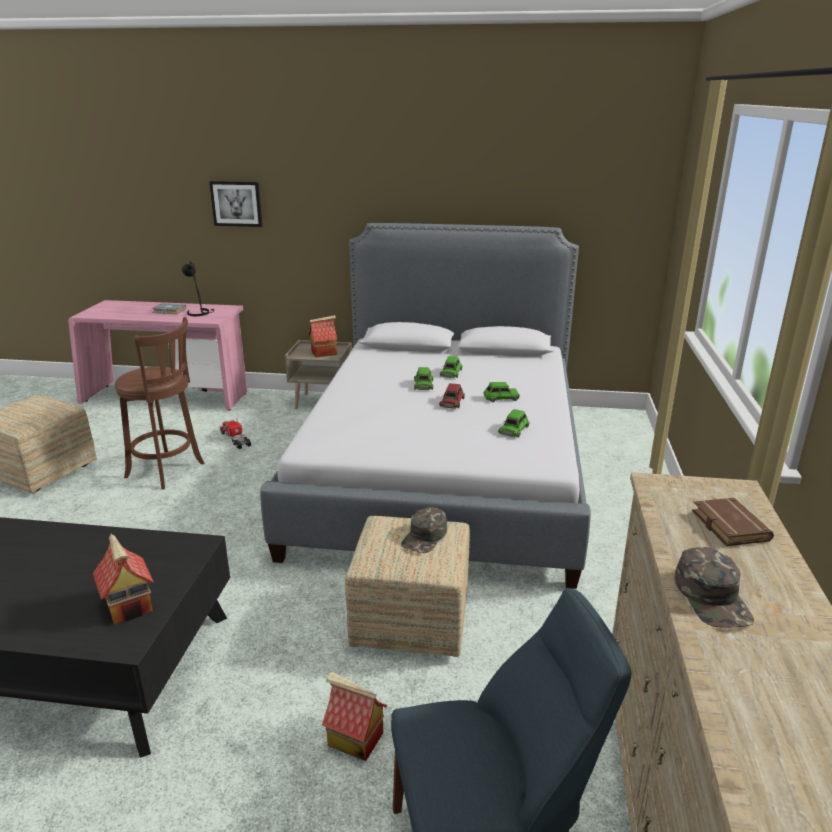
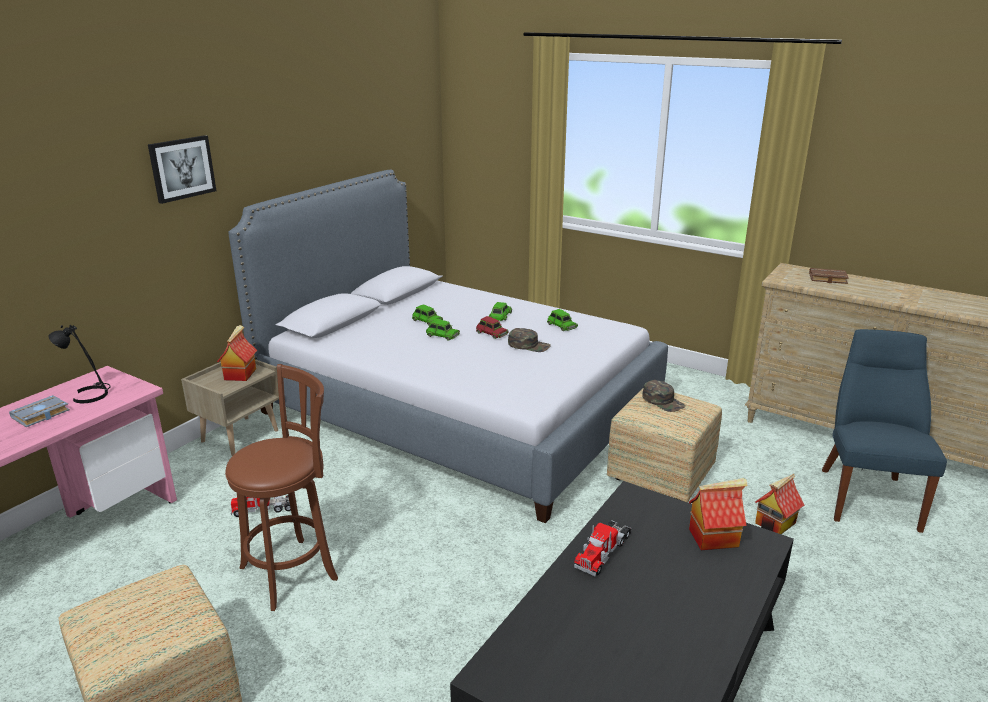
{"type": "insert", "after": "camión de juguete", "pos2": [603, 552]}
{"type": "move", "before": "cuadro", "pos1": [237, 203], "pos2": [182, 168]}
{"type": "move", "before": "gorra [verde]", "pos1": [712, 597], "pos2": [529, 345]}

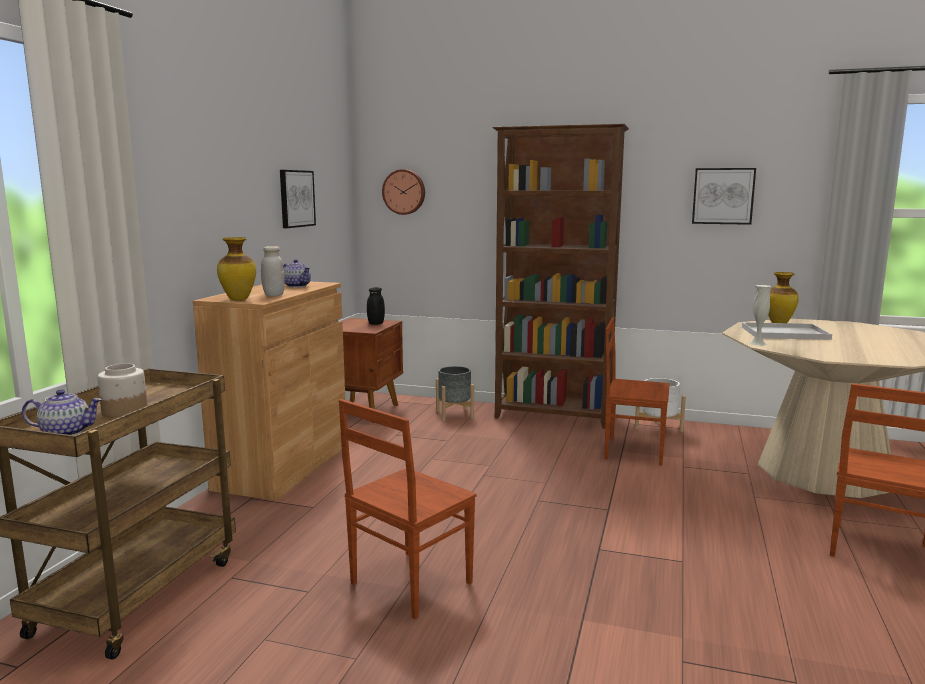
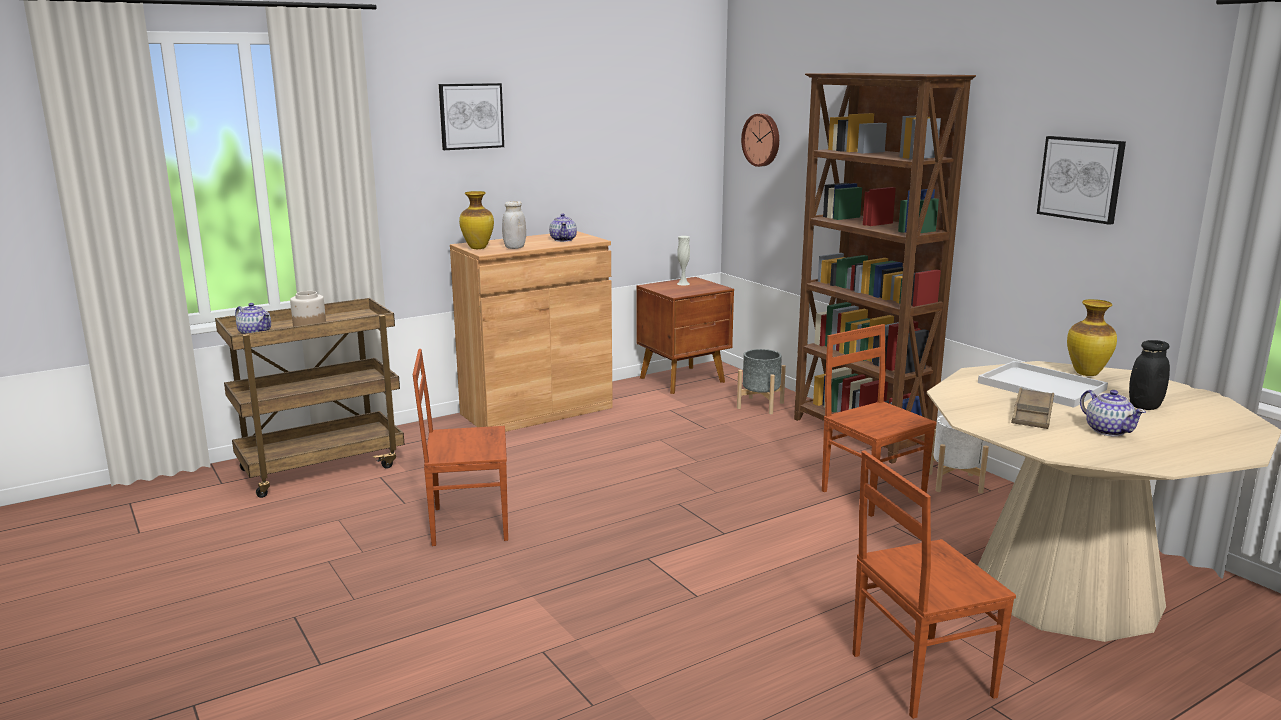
{"type": "insert", "after": "bandeja [marrón]", "pos2": [1032, 414]}
{"type": "insert", "after": "tetera", "pos2": [1108, 430]}
{"type": "move", "before": "cuadro", "pos1": [296, 198], "pos2": [471, 116]}
{"type": "move", "before": "tarro [negro]", "pos1": [376, 323], "pos2": [1144, 406]}
{"type": "move", "before": "florero [blanco]", "pos1": [757, 343], "pos2": [683, 283]}

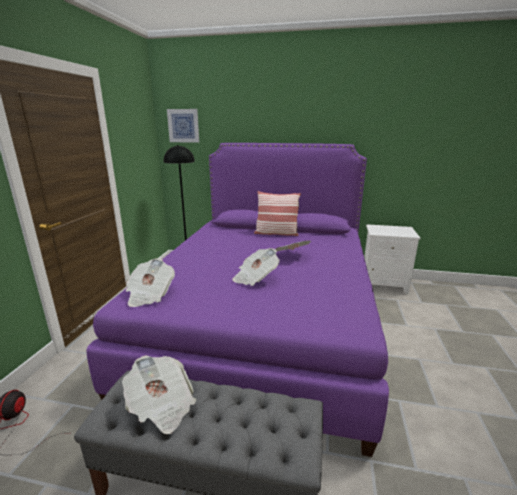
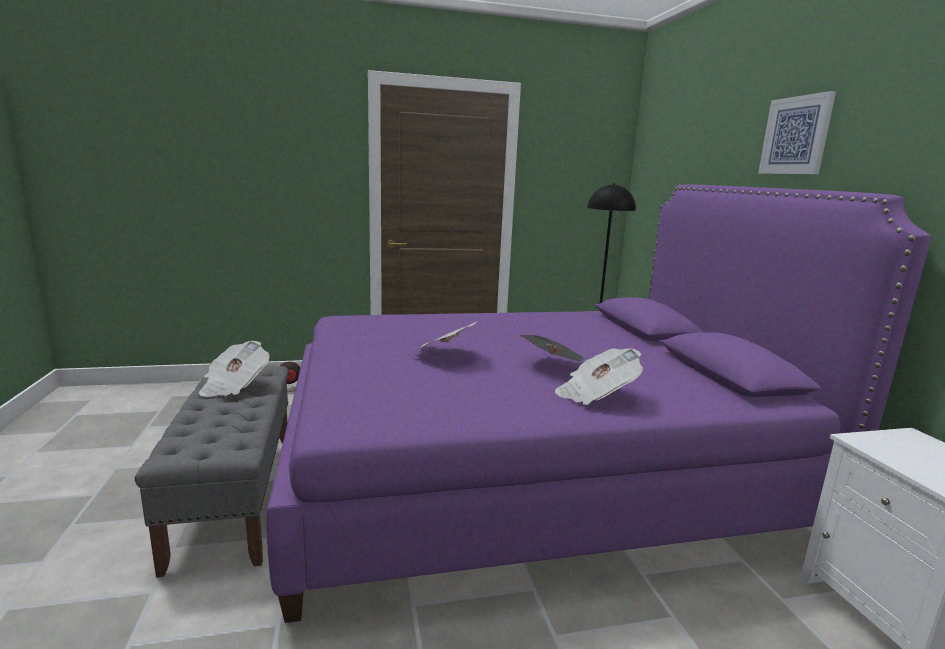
{"type": "delete", "before": "cojín", "pos1": [276, 233]}
{"type": "move", "before": "periódico", "pos1": [149, 294], "pos2": [595, 395]}
{"type": "move", "before": "cuadro", "pos1": [183, 125], "pos2": [796, 135]}

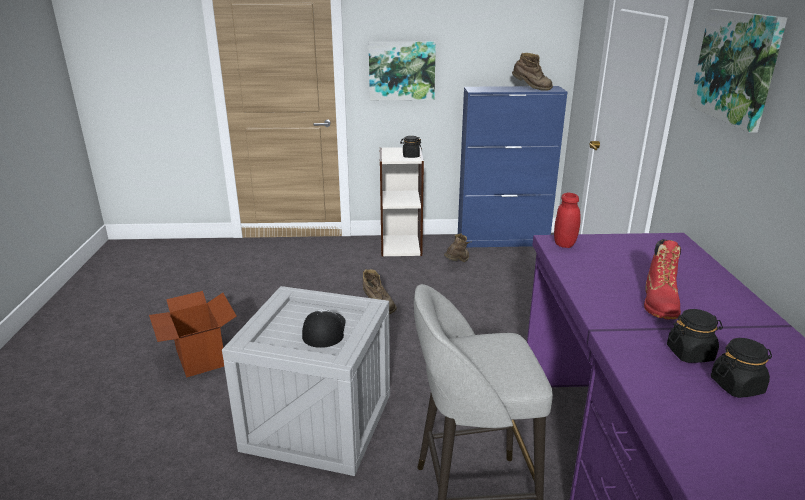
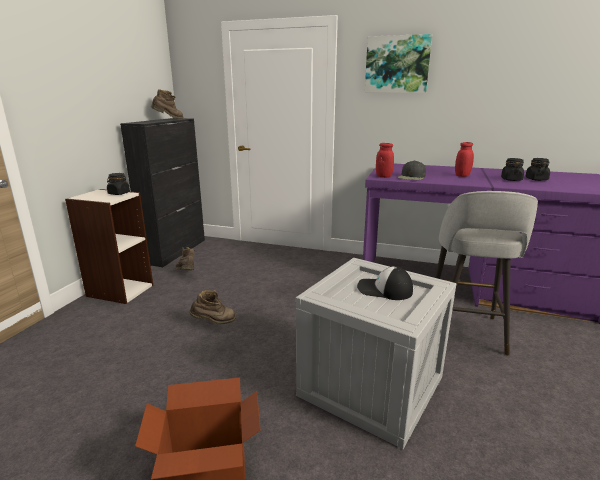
{"type": "delete", "before": "cuadro", "pos1": [402, 70]}
{"type": "insert", "after": "gorra [negro]", "pos2": [411, 177]}
{"type": "replace", "before": "bota [rojo]", "after": "tarro [rojo]", "pos1": [660, 304], "pos2": [462, 175]}
{"type": "recolor", "before": "armario [azul]", "after": "armario [negro]", "pos1": [503, 241], "pos2": [176, 251]}

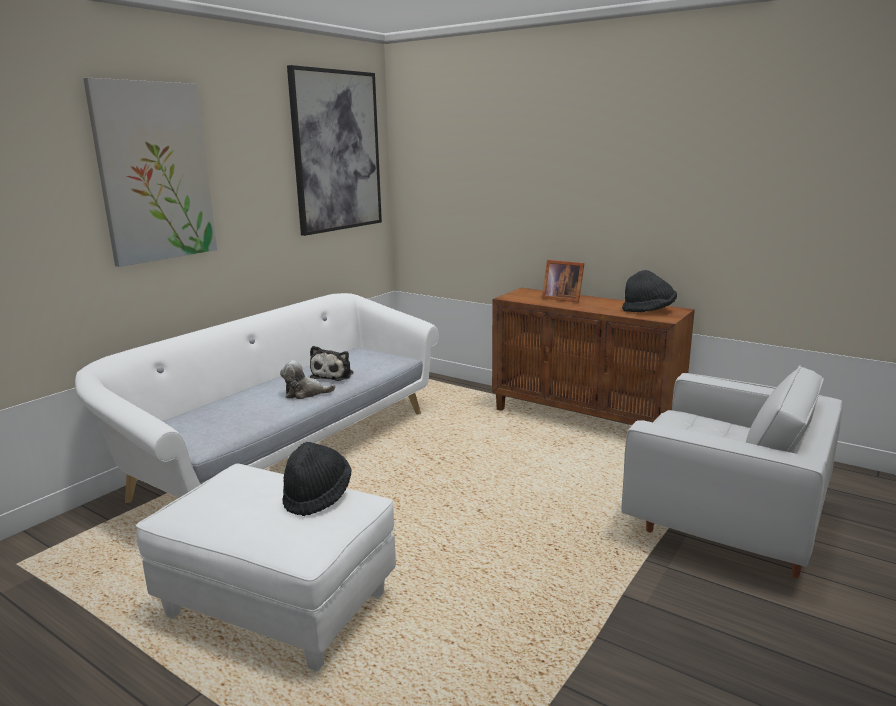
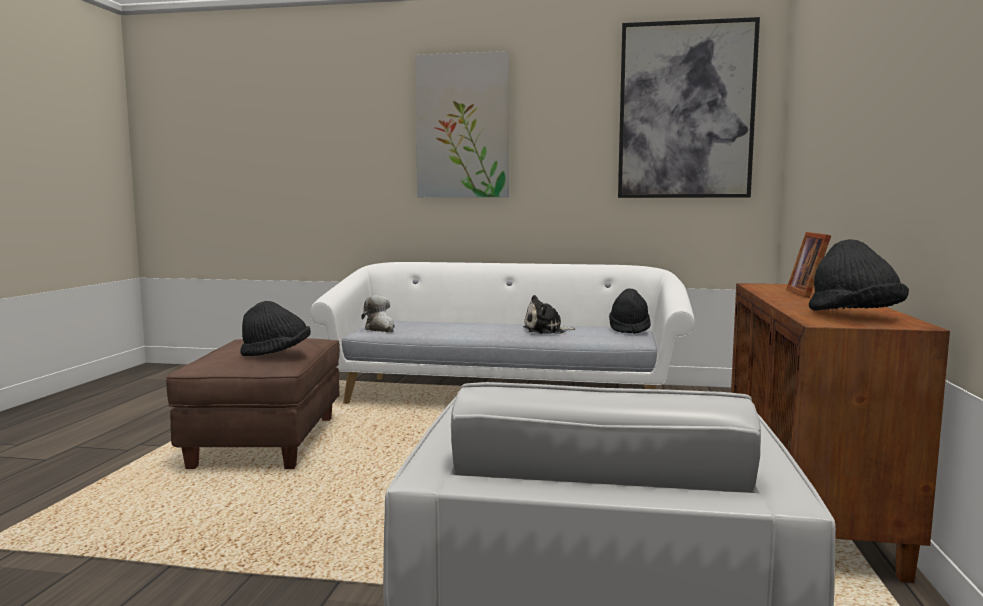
{"type": "insert", "after": "sombrero [negro]", "pos2": [629, 329]}
{"type": "move", "before": "peluche", "pos1": [305, 393], "pos2": [380, 329]}
{"type": "recolor", "before": "puf [blanco]", "after": "puf [marrón]", "pos1": [277, 605], "pos2": [266, 442]}

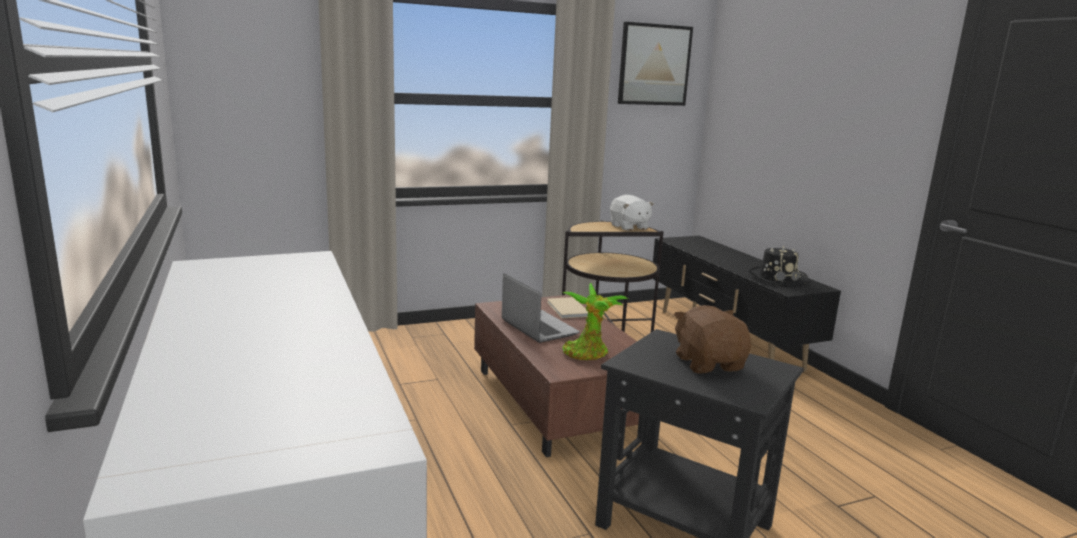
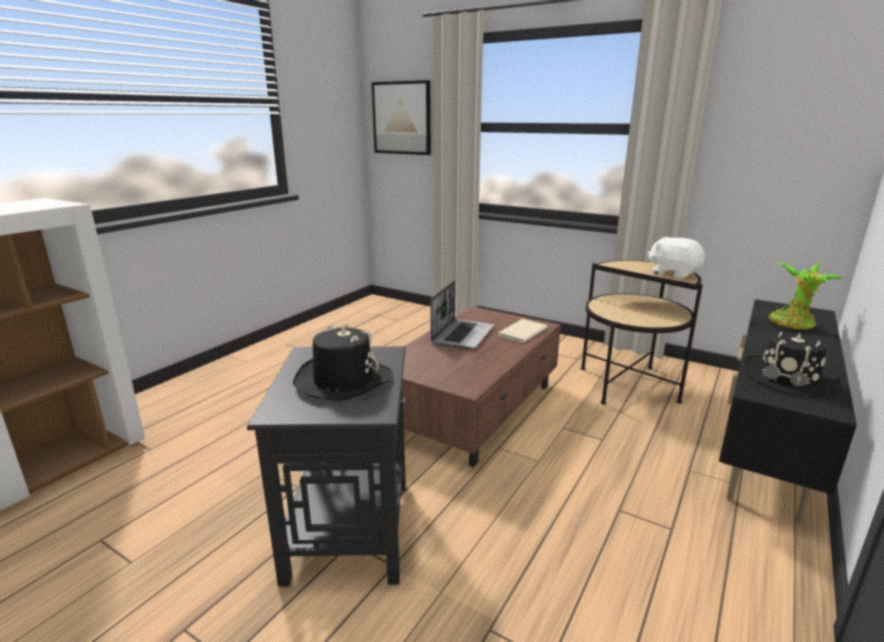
{"type": "move", "before": "planta en maceta", "pos1": [588, 354], "pos2": [793, 325]}
{"type": "move", "before": "cuadro", "pos1": [654, 65], "pos2": [402, 118]}
{"type": "replace", "before": "peluche [marrón]", "after": "sombrero [negro]", "pos1": [709, 364], "pos2": [343, 380]}
{"type": "rotate", "before": "peluche [blanco]", "pos1": [629, 227], "pos2": [673, 273], "turn": 105}

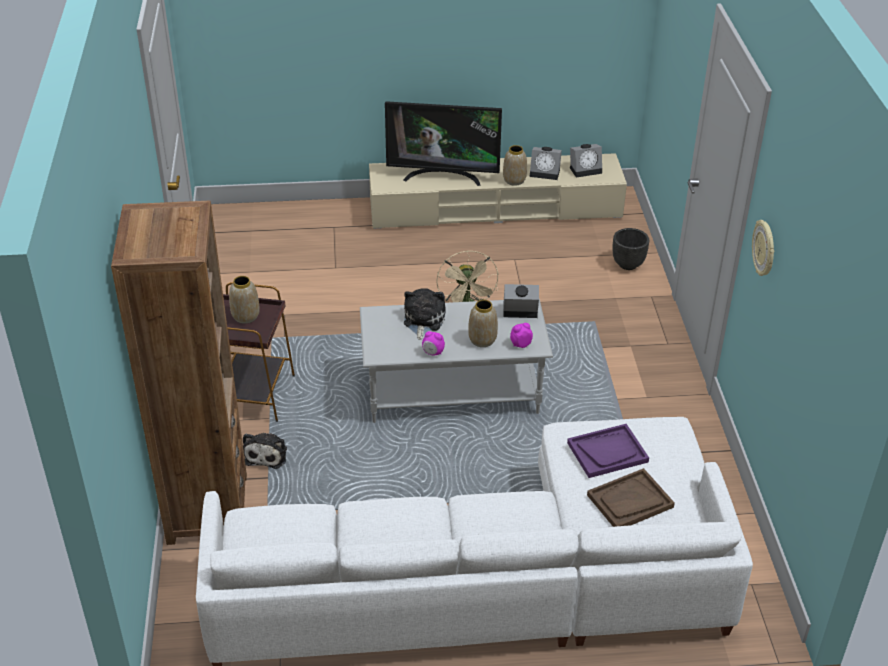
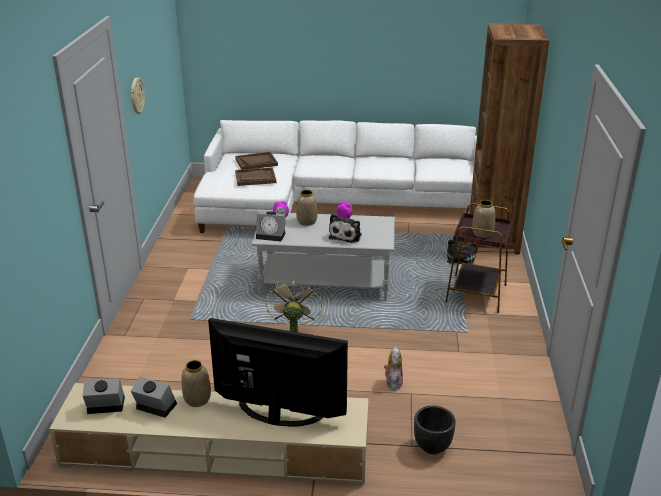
{"type": "insert", "after": "peluche", "pos2": [393, 383]}
{"type": "move", "before": "maceta [negro]", "pos1": [628, 264], "pos2": [432, 447]}
{"type": "recolor", "before": "bandeja [morado]", "after": "bandeja [marrón]", "pos1": [607, 452], "pos2": [255, 178]}

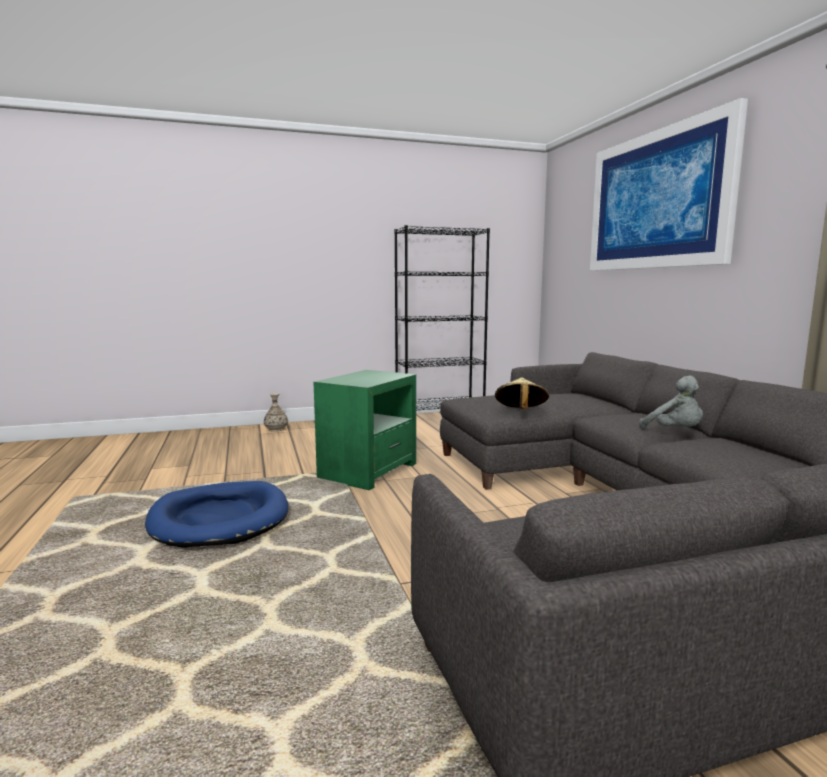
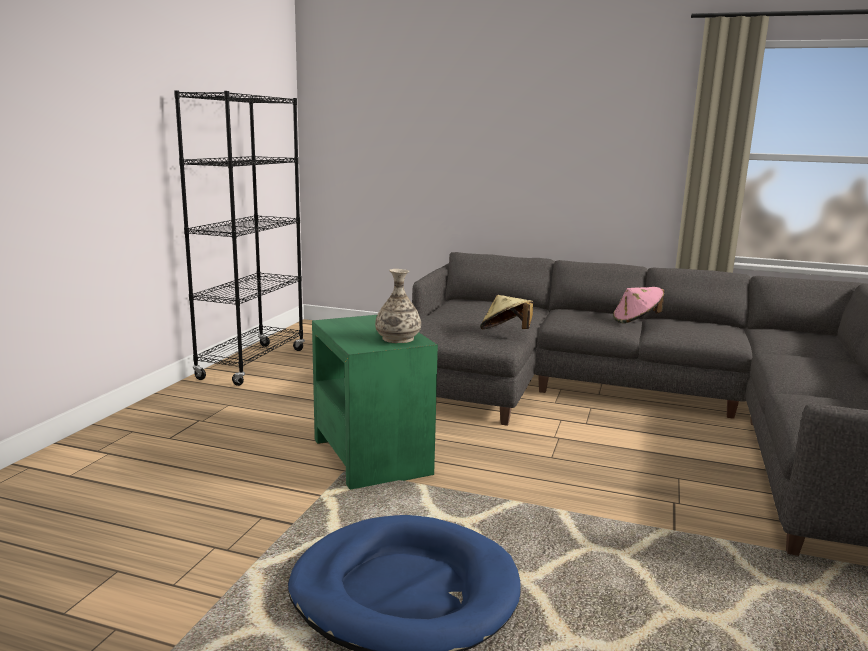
{"type": "delete", "before": "cuadro", "pos1": [657, 200]}
{"type": "move", "before": "florero", "pos1": [276, 429], "pos2": [398, 338]}
{"type": "replace", "before": "peluche [gris]", "after": "sombrero [rosa]", "pos1": [675, 432], "pos2": [636, 321]}

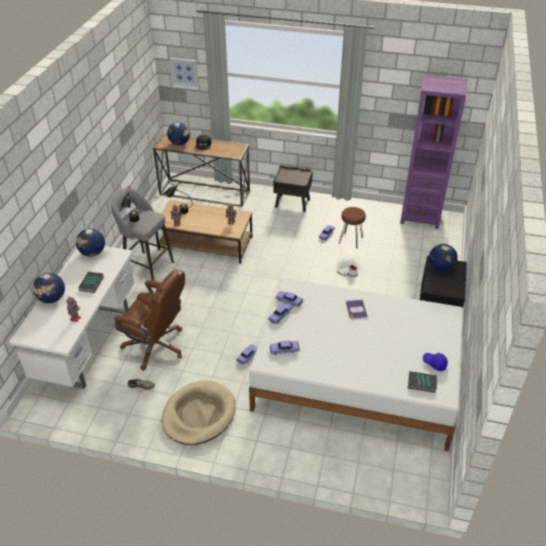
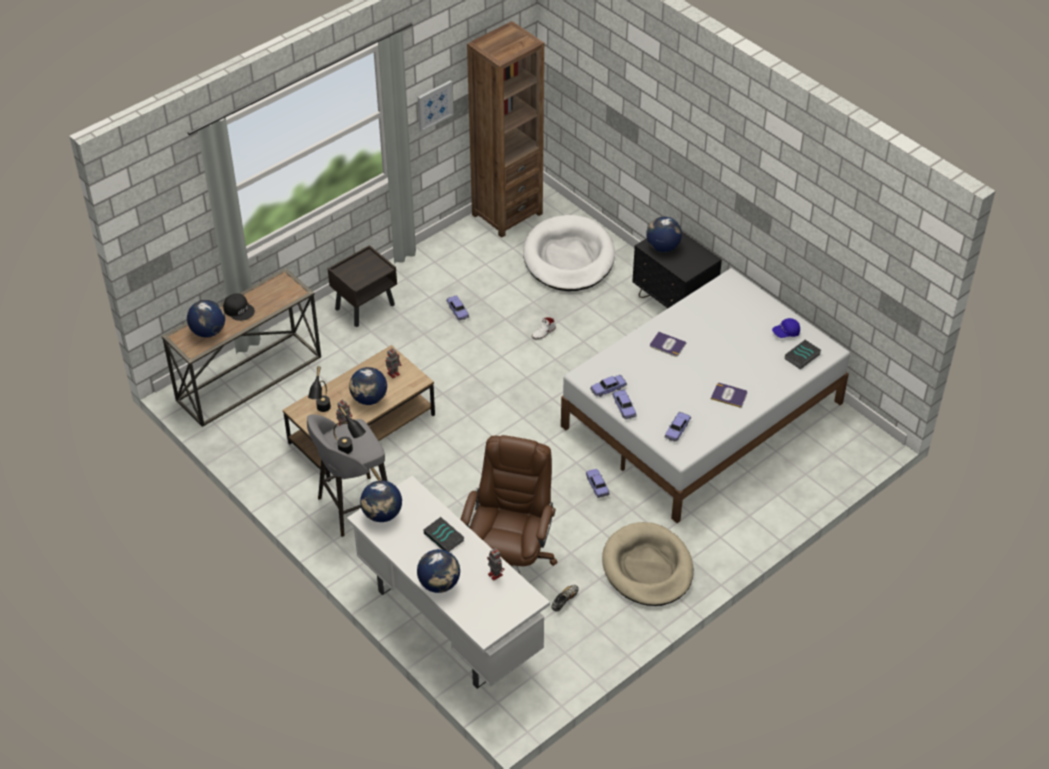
{"type": "delete", "before": "taburete [marrón]", "pos1": [351, 240]}
{"type": "insert", "after": "globo terráqueo", "pos2": [369, 399]}
{"type": "insert", "after": "cama para perro [blanco]", "pos2": [568, 258]}
{"type": "insert", "after": "libro", "pos2": [729, 395]}
{"type": "move", "before": "cuadro", "pos1": [184, 72], "pos2": [434, 105]}
{"type": "recolor", "before": "estantería [morado]", "after": "estantería [marrón]", "pos1": [420, 216], "pos2": [507, 214]}
{"type": "rotate", "before": "silla de oficina [marrón]", "pos1": [156, 346], "pos2": [510, 560], "turn": -45}

